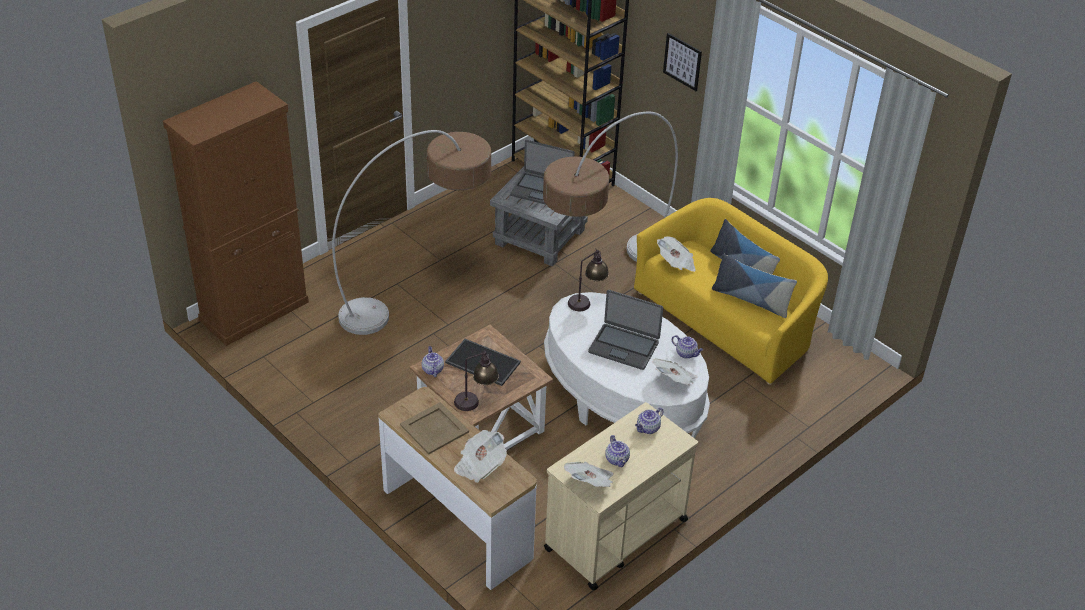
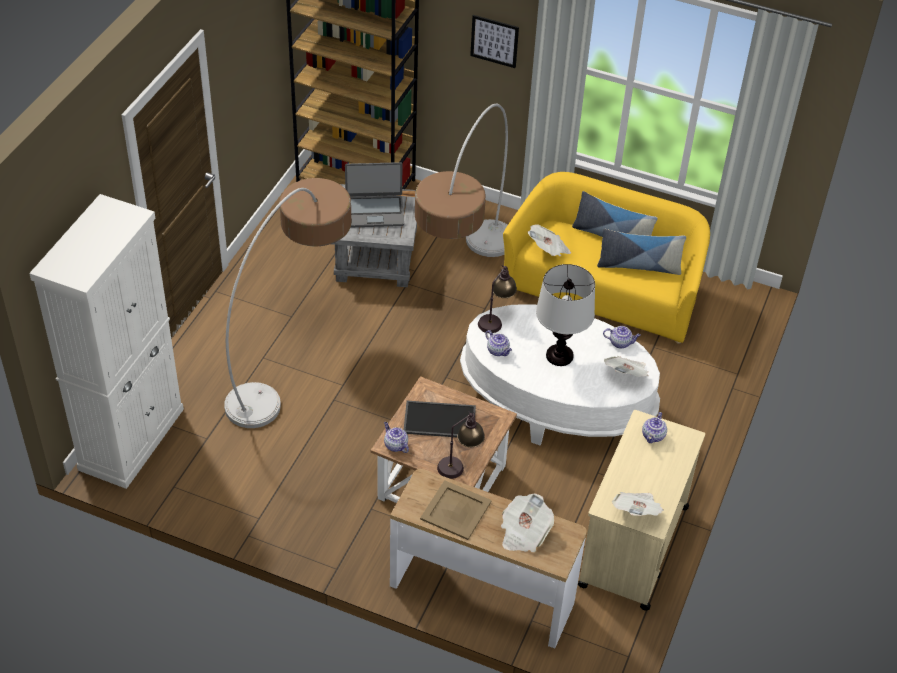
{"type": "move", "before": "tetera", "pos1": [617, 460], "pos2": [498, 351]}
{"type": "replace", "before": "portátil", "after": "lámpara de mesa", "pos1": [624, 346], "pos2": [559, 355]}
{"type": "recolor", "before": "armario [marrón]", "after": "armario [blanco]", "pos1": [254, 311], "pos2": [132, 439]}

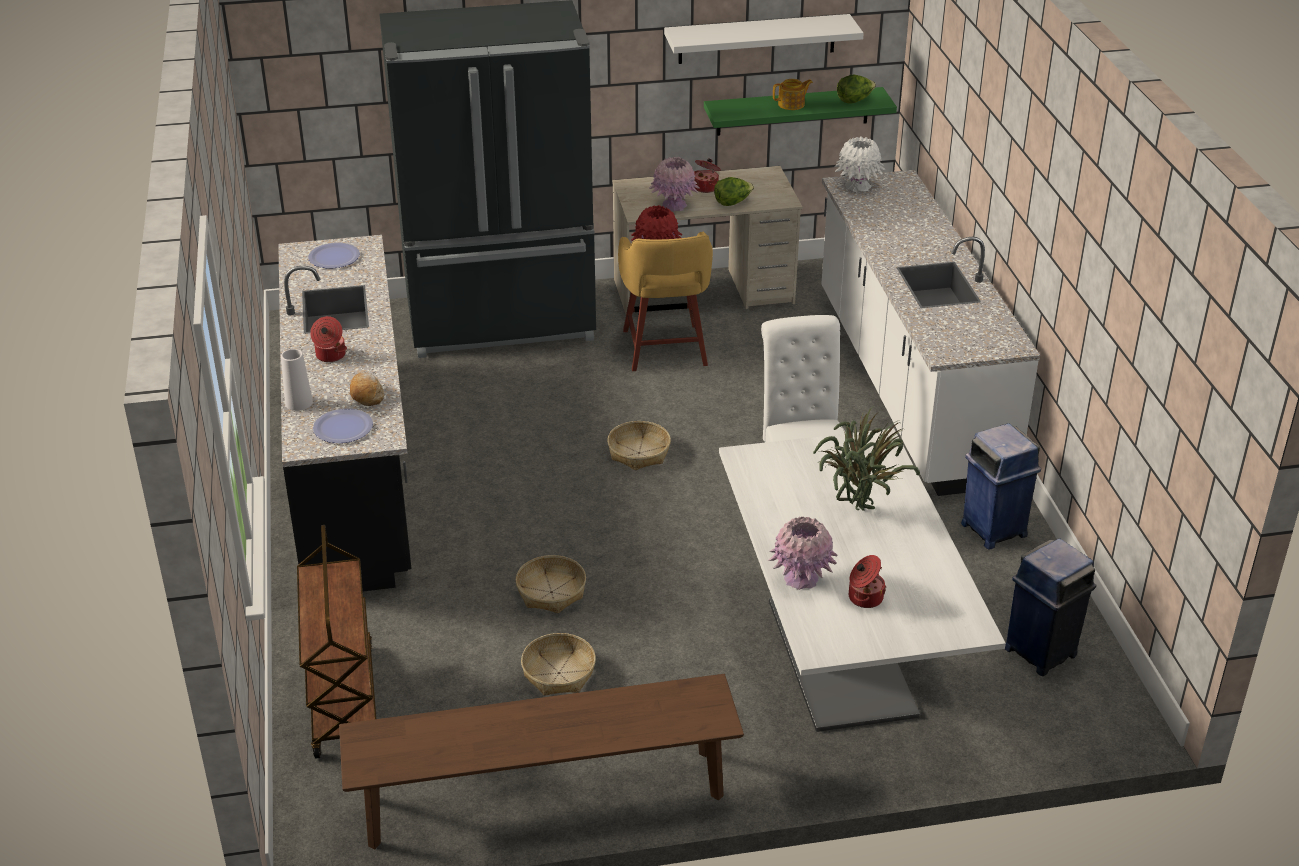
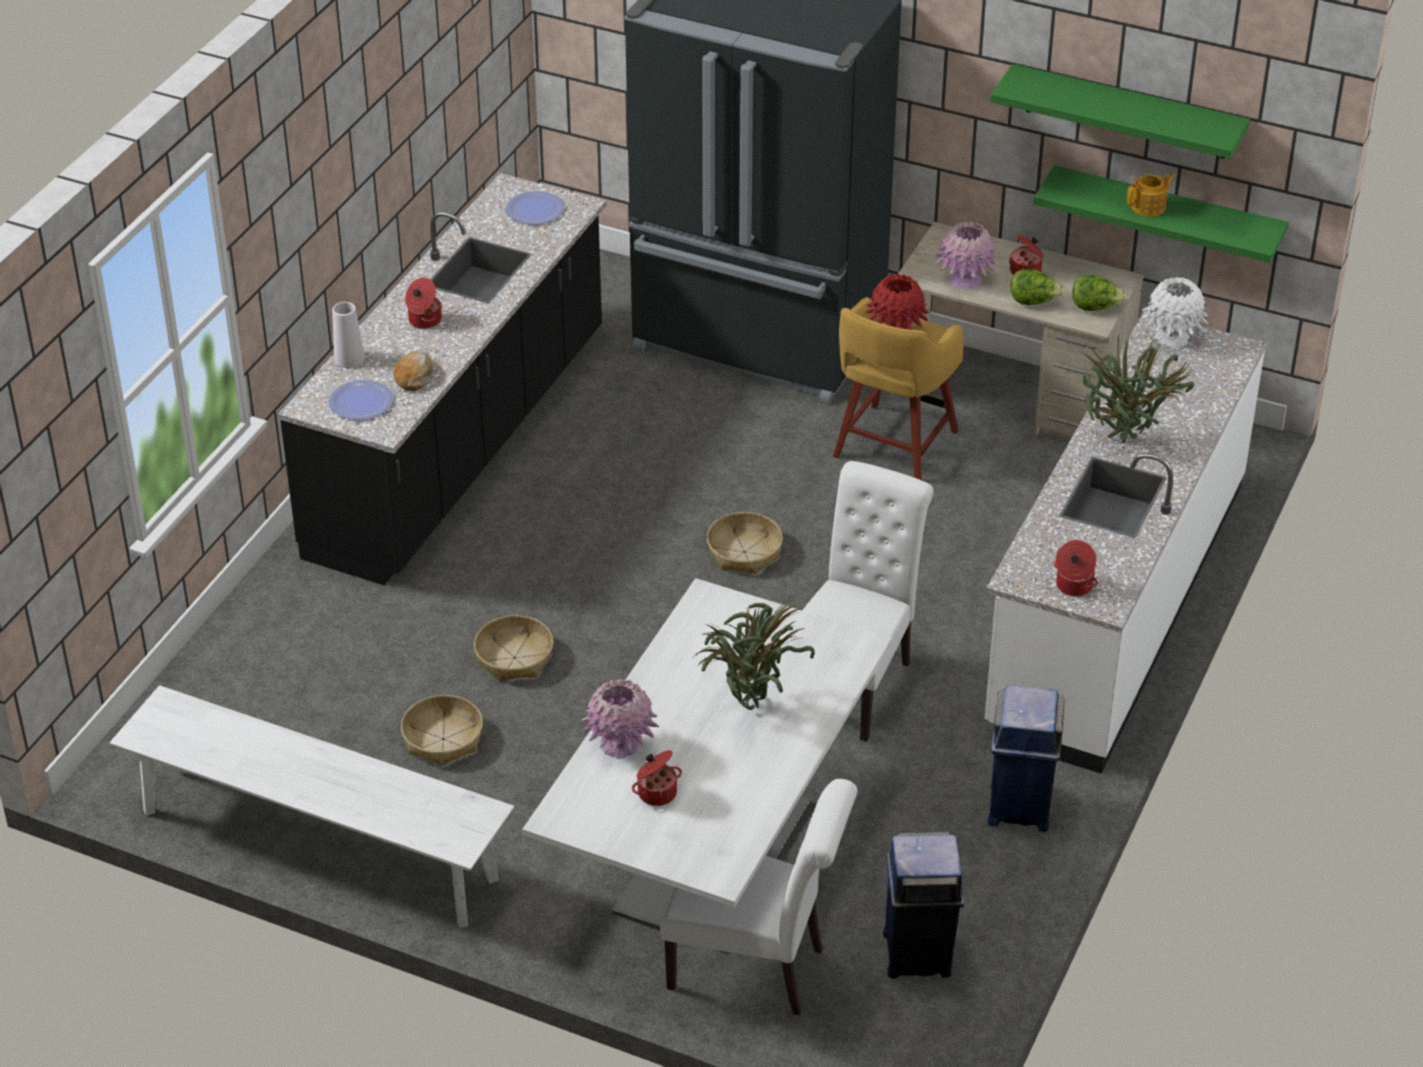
{"type": "delete", "before": "carrito [marrón]", "pos1": [342, 700]}
{"type": "insert", "after": "silla [blanco]", "pos2": [756, 969]}
{"type": "insert", "after": "olla", "pos2": [1073, 586]}
{"type": "insert", "after": "planta en maceta", "pos2": [1125, 443]}
{"type": "move", "before": "lechuga", "pos1": [854, 100], "pos2": [1095, 307]}
{"type": "recolor", "before": "banco [marrón]", "after": "banco [blanco]", "pos1": [544, 798], "pos2": [318, 845]}
{"type": "recolor", "before": "estante [blanco]", "after": "estante [verde]", "pos1": [757, 39], "pos2": [1127, 112]}
{"type": "rotate", "before": "tetera", "pos1": [792, 104], "pos2": [1149, 207], "turn": -45}

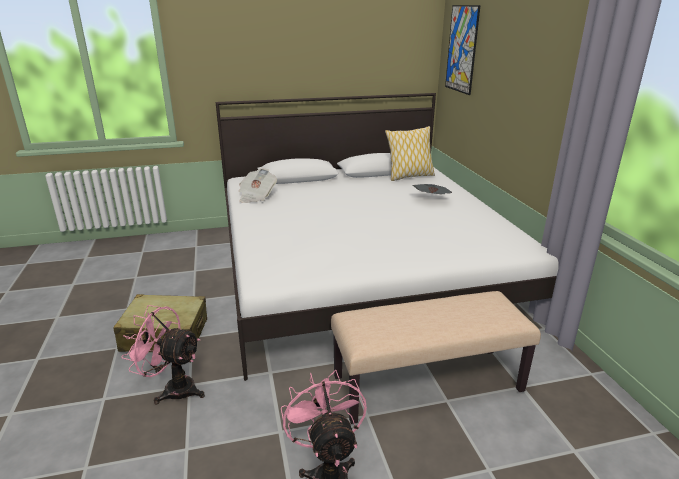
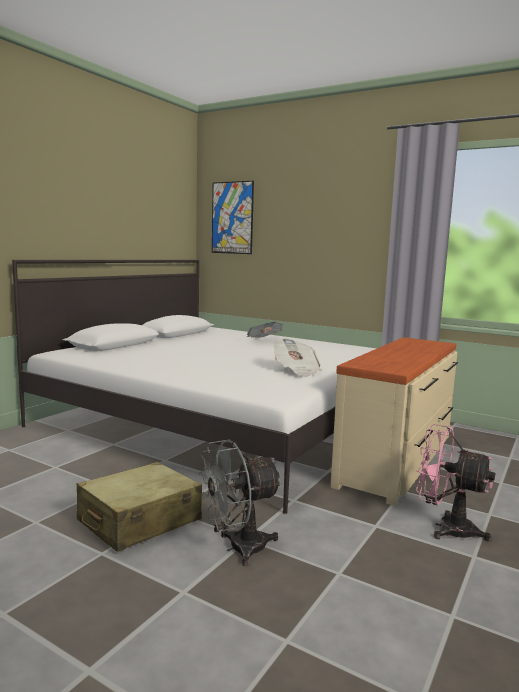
{"type": "delete", "before": "cojín", "pos1": [409, 176]}
{"type": "move", "before": "periódico", "pos1": [256, 196], "pos2": [296, 371]}
{"type": "replace", "before": "banco [beis]", "after": "cómoda [beis]", "pos1": [427, 383], "pos2": [397, 461]}
{"type": "recolor", "before": "ventilador [rosa]", "after": "ventilador [gris]", "pos1": [173, 388], "pos2": [238, 548]}

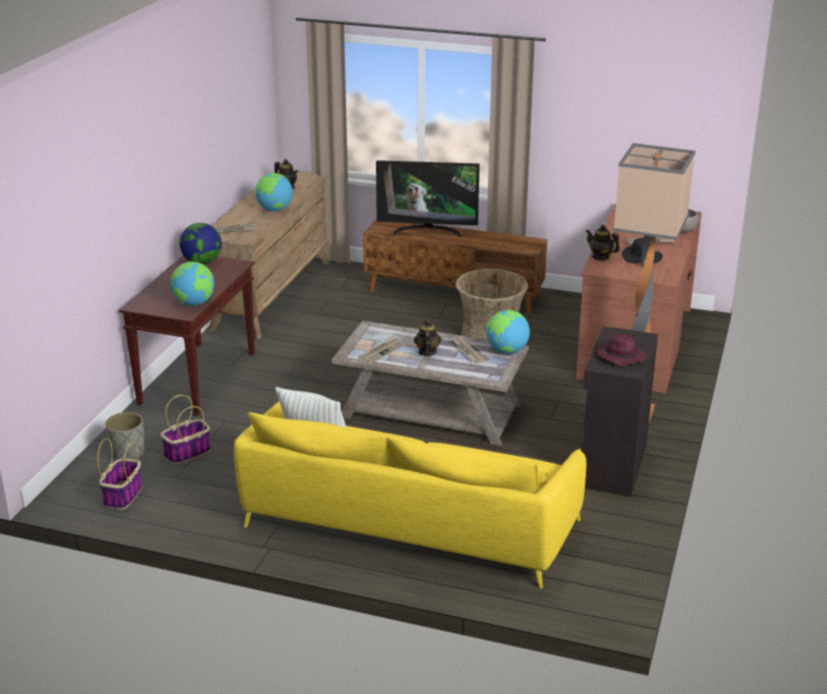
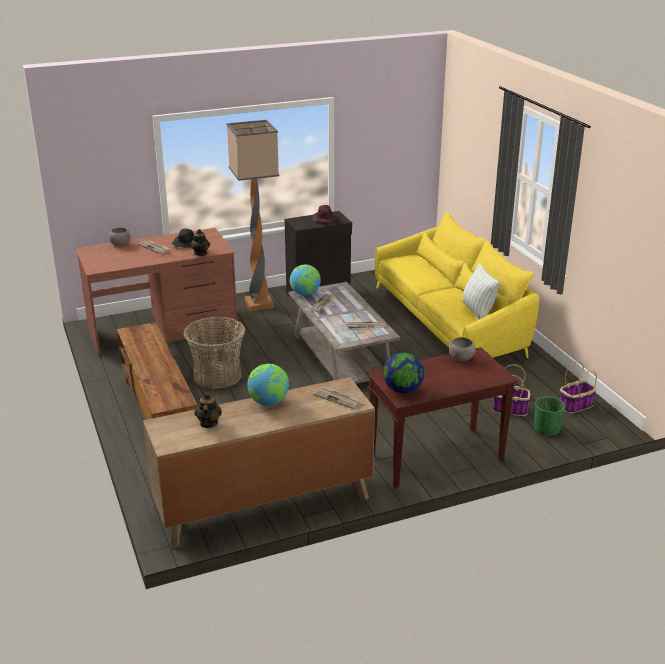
{"type": "delete", "before": "televisor", "pos1": [427, 230]}
{"type": "delete", "before": "tetera", "pos1": [427, 352]}
{"type": "replace", "before": "globo terráqueo", "after": "cuenco [gris]", "pos1": [194, 303], "pos2": [460, 358]}
{"type": "recolor", "before": "maceta [gris]", "after": "maceta [verde]", "pos1": [128, 453], "pos2": [546, 429]}

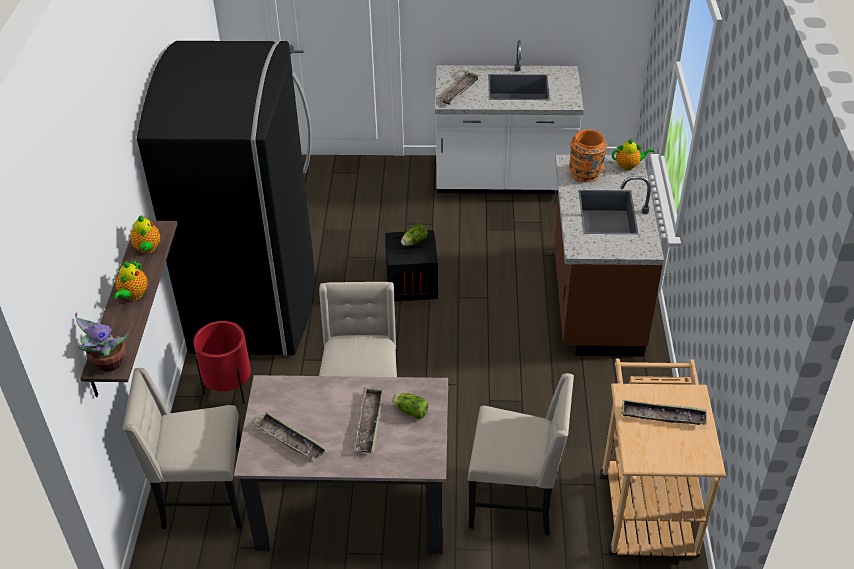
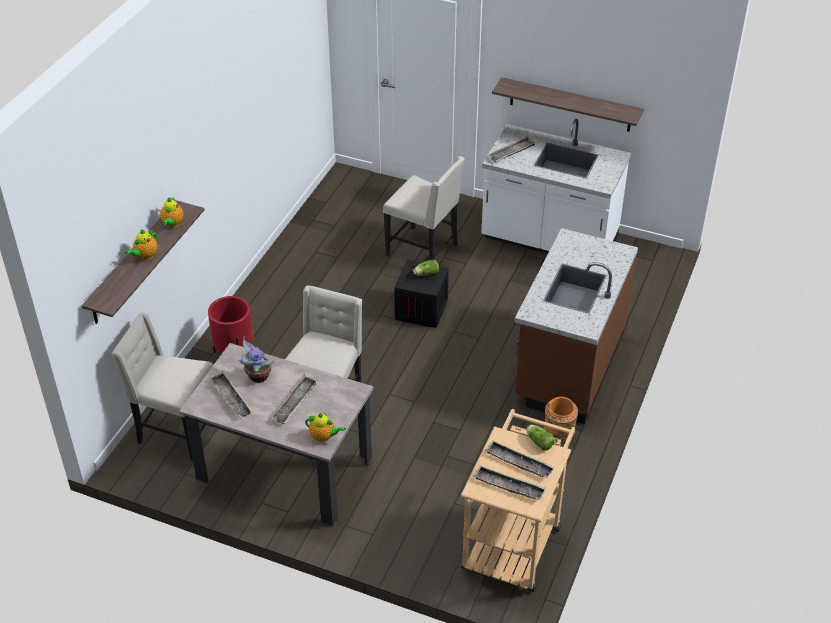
{"type": "delete", "before": "nevera [negro]", "pos1": [256, 301]}
{"type": "insert", "after": "bandeja", "pos2": [508, 486]}
{"type": "insert", "after": "estante", "pos2": [570, 105]}
{"type": "move", "before": "planta en maceta", "pos1": [107, 363], "pos2": [257, 376]}
{"type": "move", "before": "lechuga", "pos1": [409, 410], "pos2": [538, 441]}
{"type": "move", "before": "silla [beis]", "pos1": [515, 502], "pos2": [424, 250]}
{"type": "move", "before": "florero [naranja]", "pos1": [585, 174], "pos2": [558, 434]}
{"type": "move", "before": "tetera", "pos1": [629, 166], "pos2": [324, 437]}

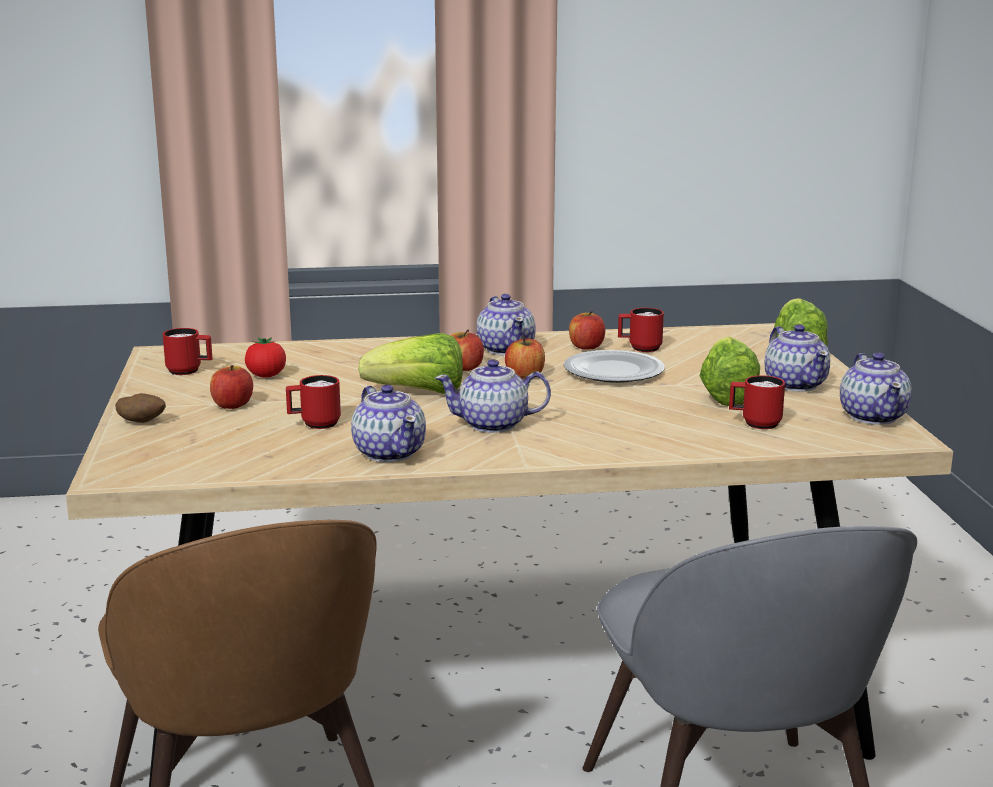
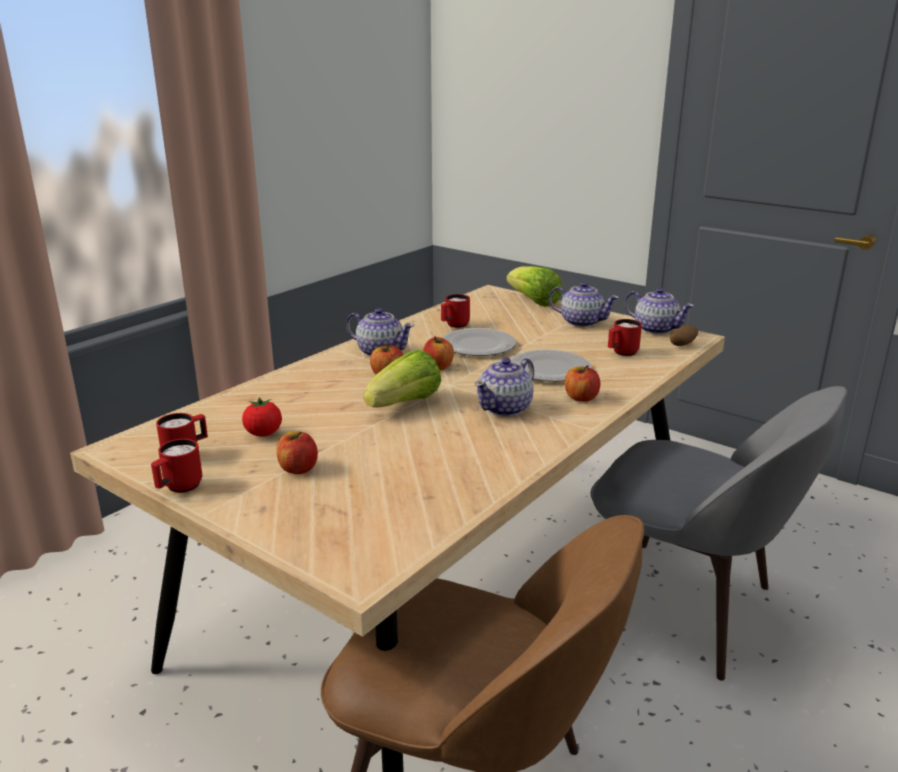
{"type": "delete", "before": "tetera", "pos1": [389, 453]}
{"type": "delete", "before": "lechuga", "pos1": [727, 395]}
{"type": "insert", "after": "plato", "pos2": [549, 369]}
{"type": "move", "before": "patata", "pos1": [142, 422], "pos2": [682, 345]}
{"type": "move", "before": "taza grande [rojo]", "pos1": [314, 424], "pos2": [179, 488]}
{"type": "move", "before": "manzana", "pos1": [586, 347], "pos2": [581, 398]}

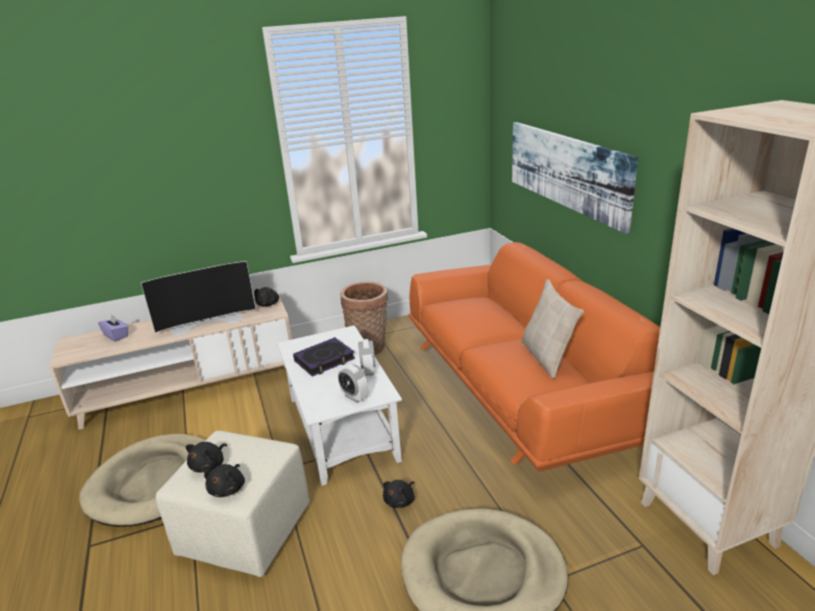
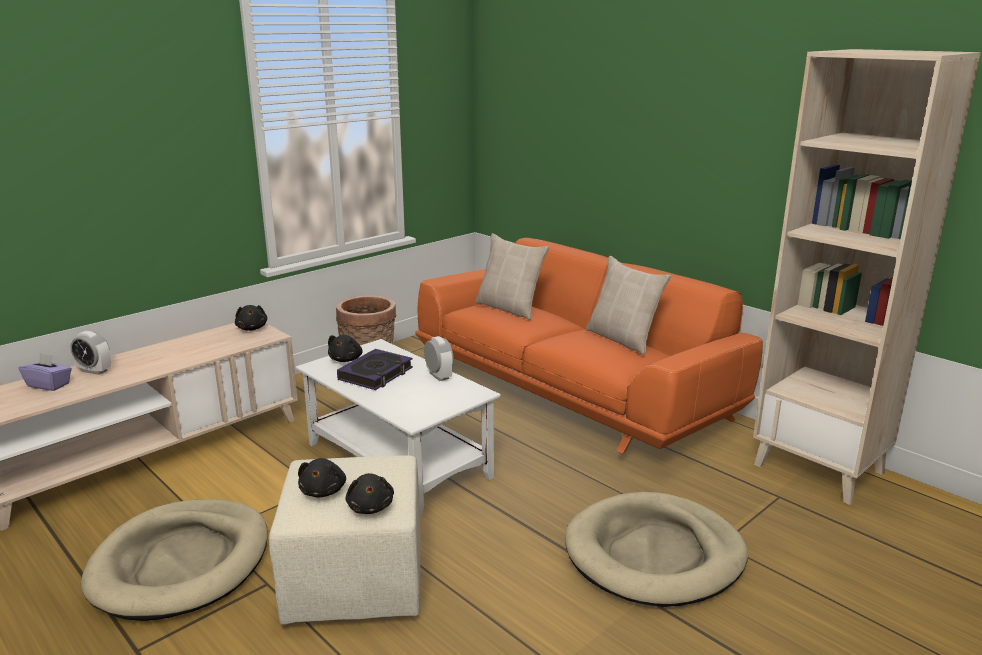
{"type": "delete", "before": "televisor", "pos1": [207, 322]}
{"type": "delete", "before": "cuadro", "pos1": [566, 171]}
{"type": "insert", "after": "cojín [beis]", "pos2": [510, 308]}
{"type": "move", "before": "despertador", "pos1": [354, 397], "pos2": [94, 371]}
{"type": "move", "before": "peluche [negro]", "pos1": [400, 501], "pos2": [346, 359]}

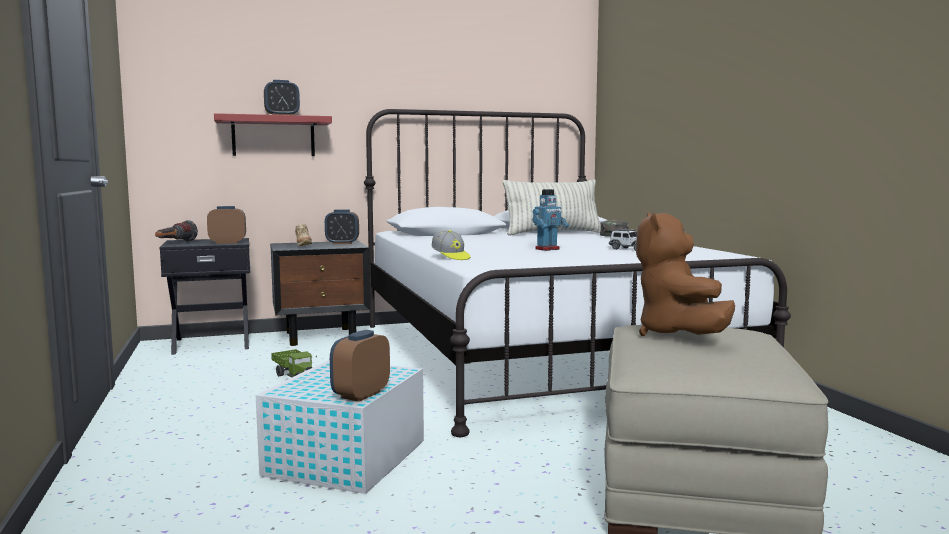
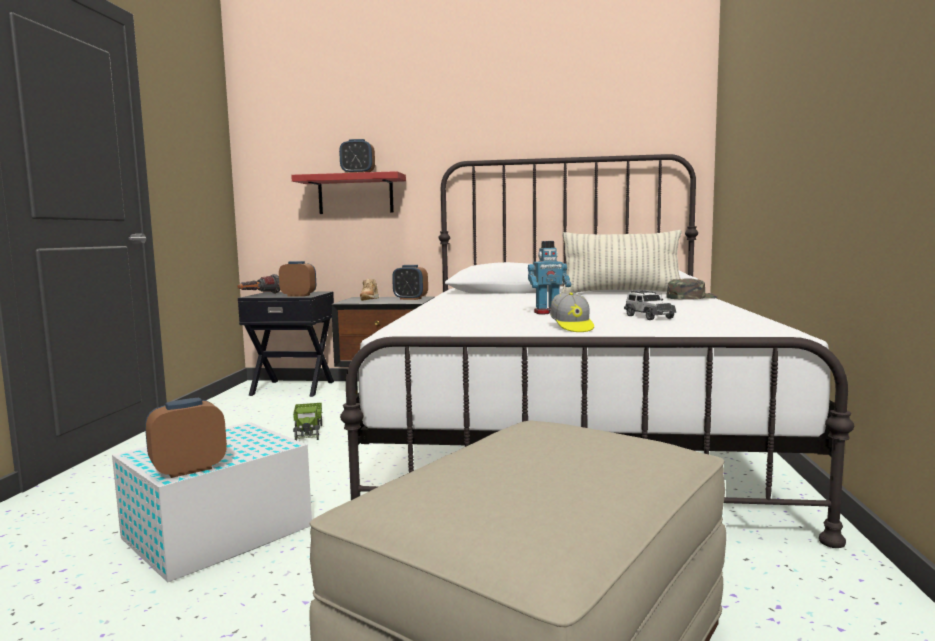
{"type": "delete", "before": "peluche [marrón]", "pos1": [677, 335]}
{"type": "move", "before": "gorra", "pos1": [451, 257], "pos2": [572, 327]}

